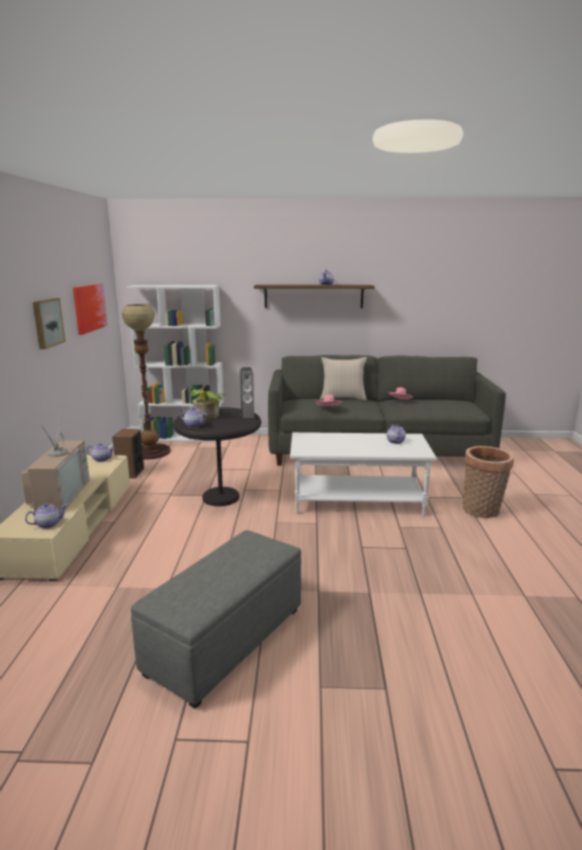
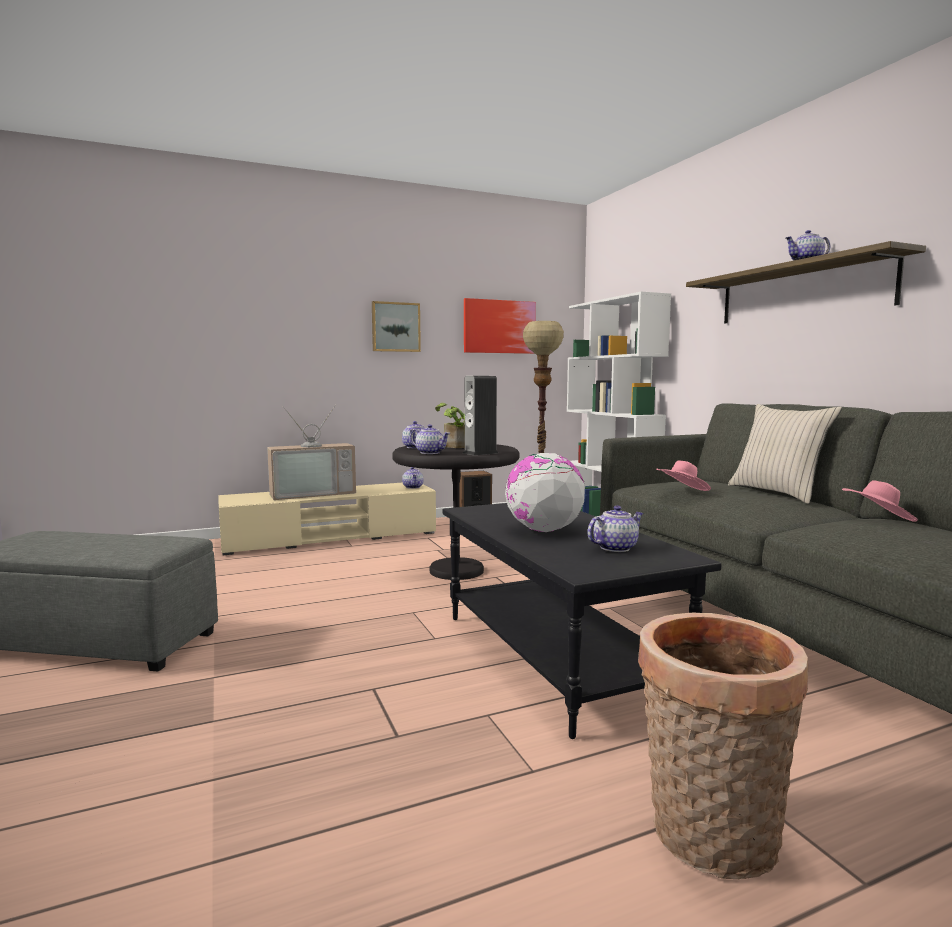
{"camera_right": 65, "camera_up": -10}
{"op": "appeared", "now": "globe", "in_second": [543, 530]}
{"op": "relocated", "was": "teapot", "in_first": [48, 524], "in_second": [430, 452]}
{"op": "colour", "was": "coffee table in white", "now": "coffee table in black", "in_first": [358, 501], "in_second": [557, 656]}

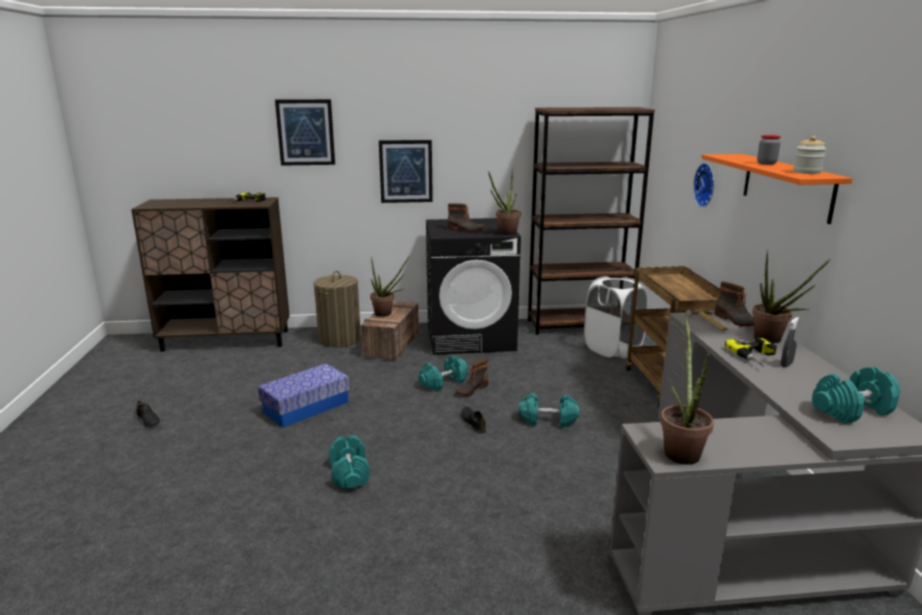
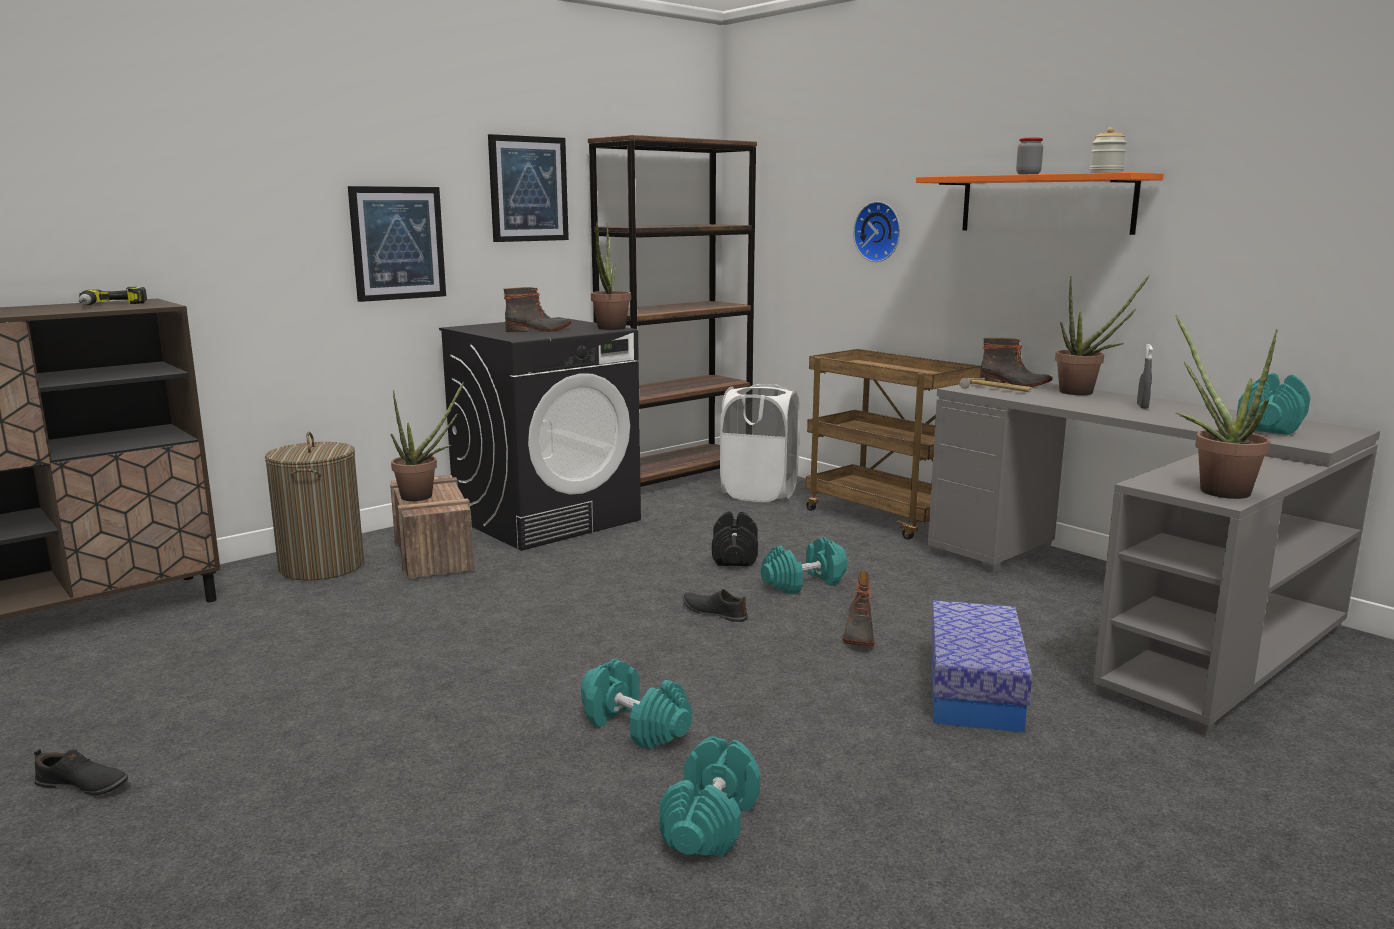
{"camera_right": -35, "camera_up": -5}
{"op": "missing", "was": "power drill", "in_first": [757, 357]}
{"op": "appeared", "now": "dumbbell in black", "in_second": [735, 556]}
{"op": "relocated", "was": "storage box", "in_first": [306, 407], "in_second": [973, 689]}
{"op": "relocated", "was": "picture", "in_first": [305, 132], "in_second": [528, 189]}
{"op": "relocated", "was": "dumbbell in turquoise", "in_first": [443, 383], "in_second": [711, 822]}
{"op": "relocated", "was": "boot", "in_first": [471, 389], "in_second": [858, 635]}

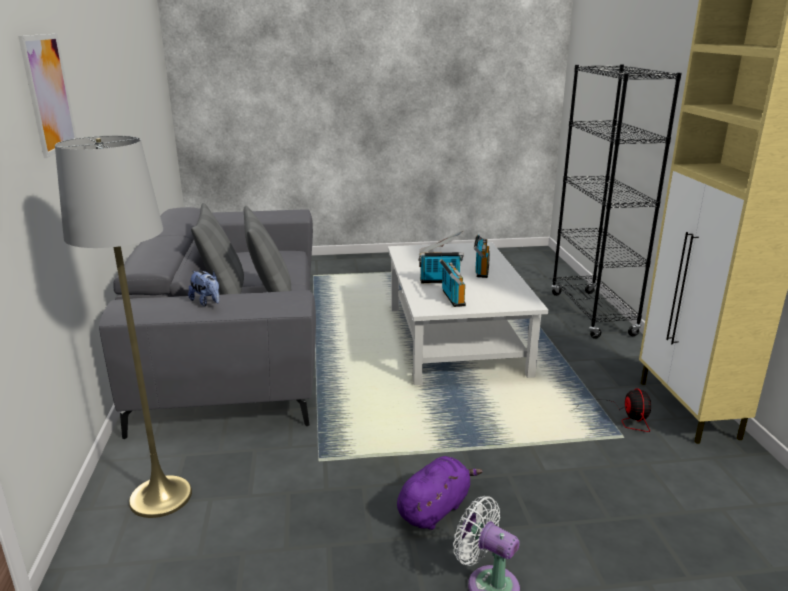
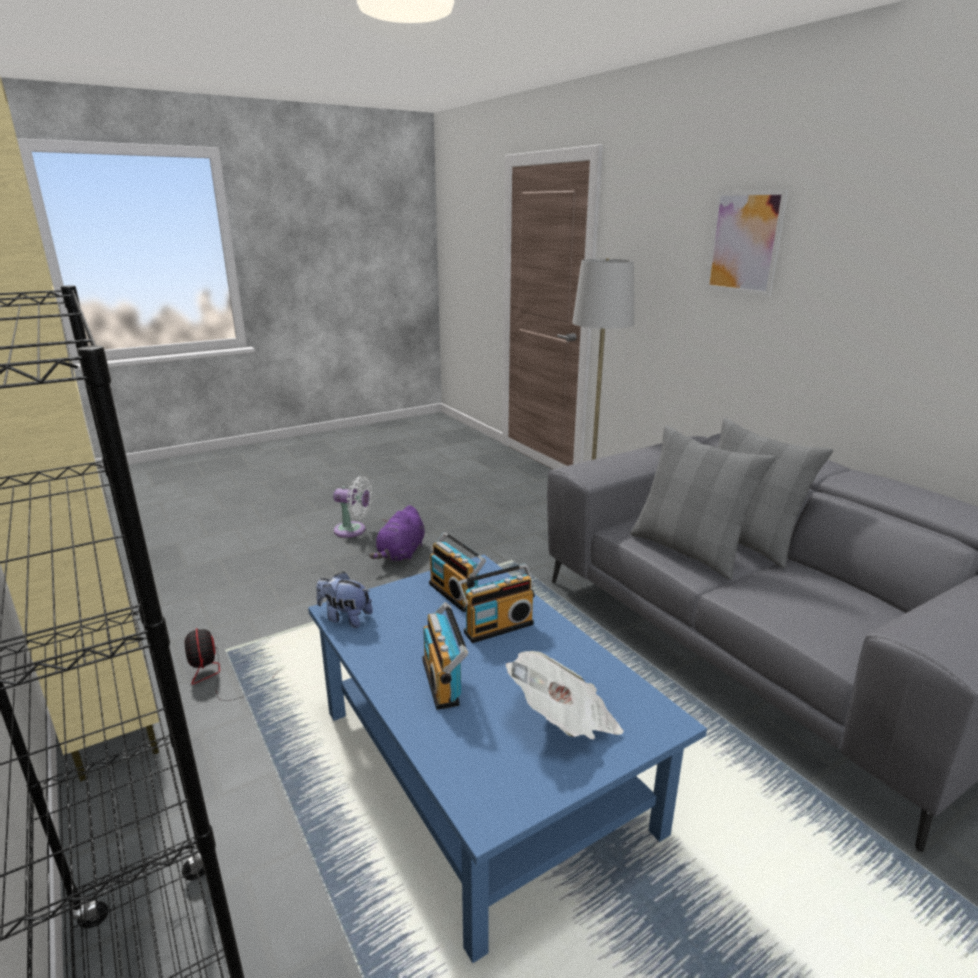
{"camera_right": 155, "camera_up": 0}
{"op": "relocated", "was": "plush toy", "in_first": [207, 302], "in_second": [345, 618]}
{"op": "colour", "was": "coffee table in white", "now": "coffee table in blue", "in_first": [454, 339], "in_second": [483, 767]}

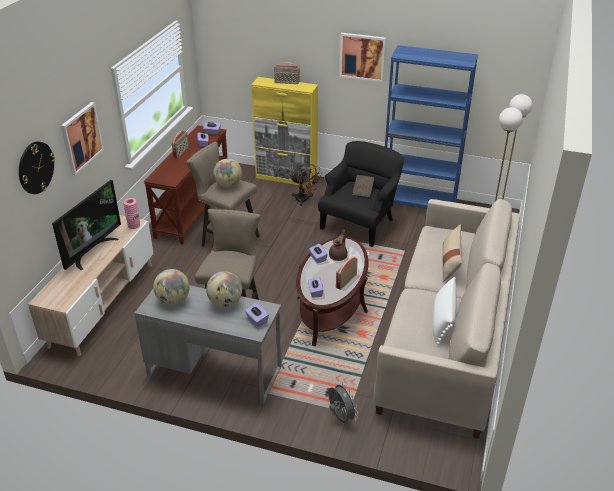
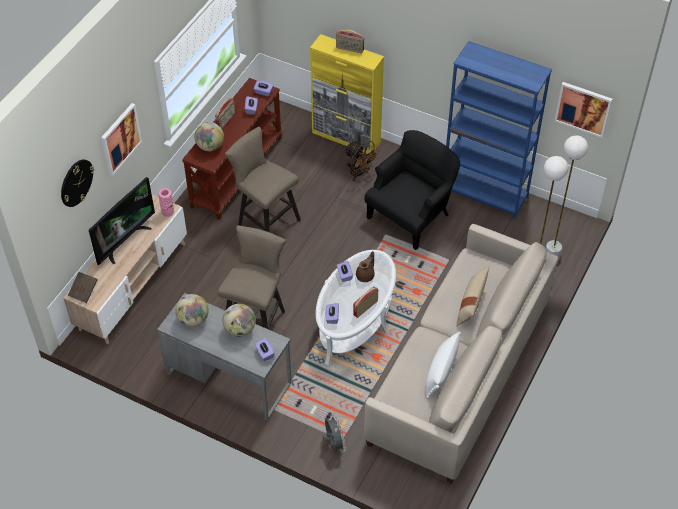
{"camera_right": 10, "camera_up": 15}
{"op": "relocated", "was": "globe", "in_first": [228, 185], "in_second": [210, 146]}
{"op": "relocated", "was": "picture", "in_first": [362, 57], "in_second": [583, 109]}
{"op": "relocated", "was": "book in brown", "in_first": [363, 191], "in_second": [84, 291]}
{"op": "colour", "was": "coffee table in brown", "now": "coffee table in white", "in_first": [332, 305], "in_second": [355, 319]}

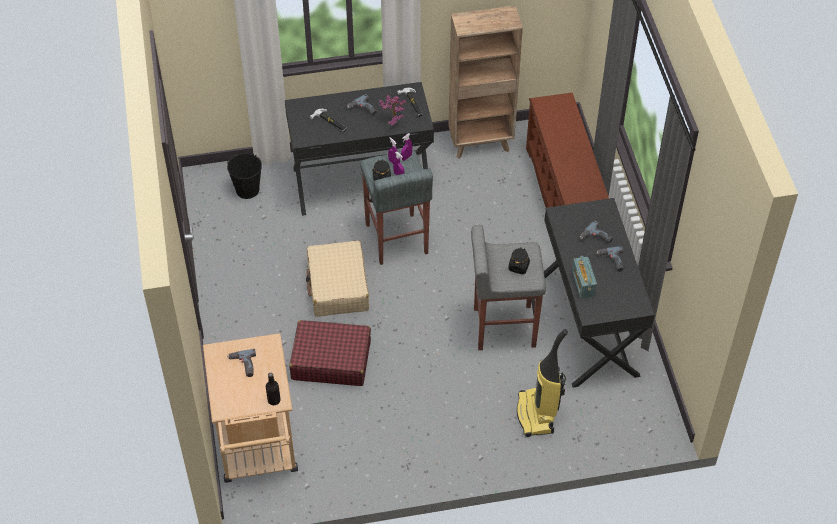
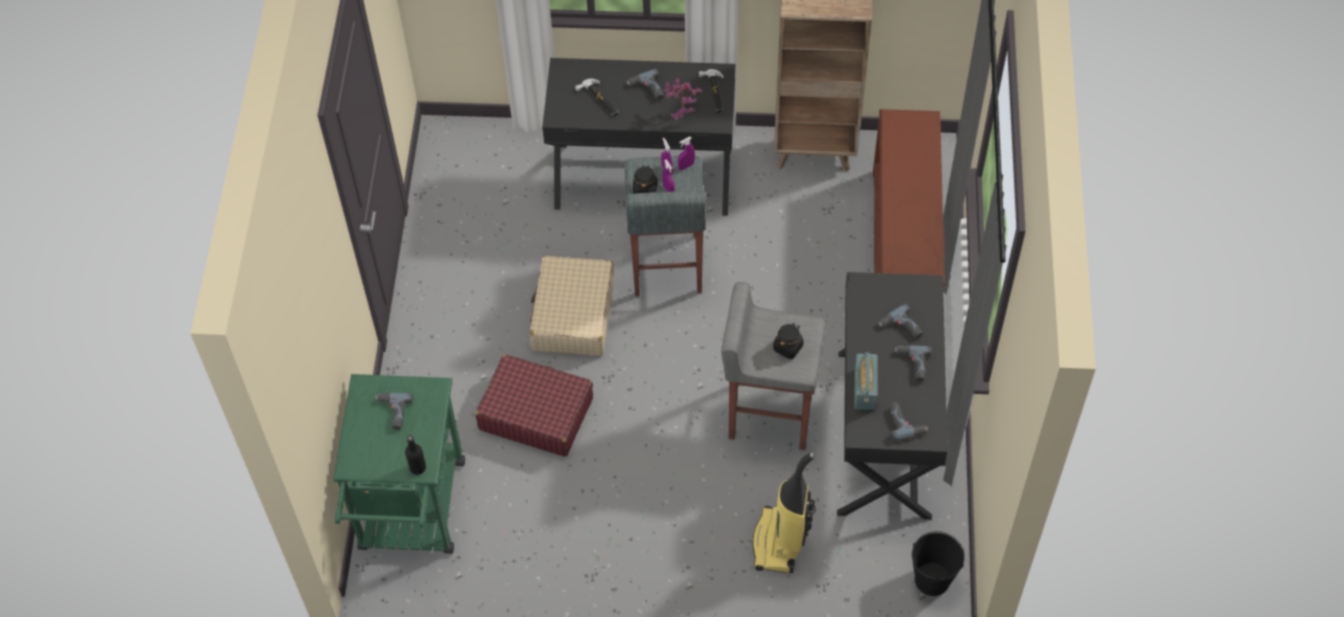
{"camera_right": 15, "camera_up": 5}
{"op": "appeared", "now": "power drill", "in_second": [905, 422]}
{"op": "relocated", "was": "bucket in black", "in_first": [247, 190], "in_second": [932, 580]}
{"op": "colour", "was": "cart in beige", "now": "cart in green", "in_first": [258, 450], "in_second": [411, 515]}

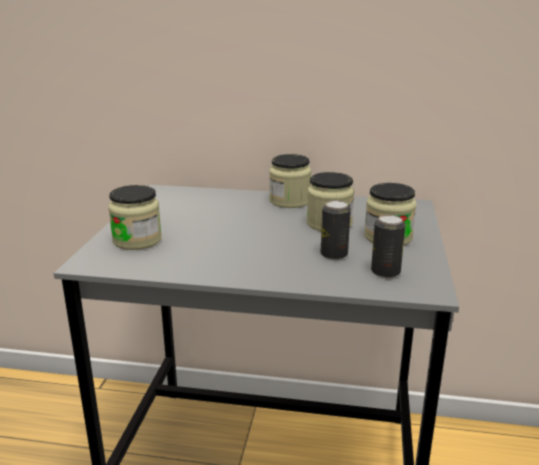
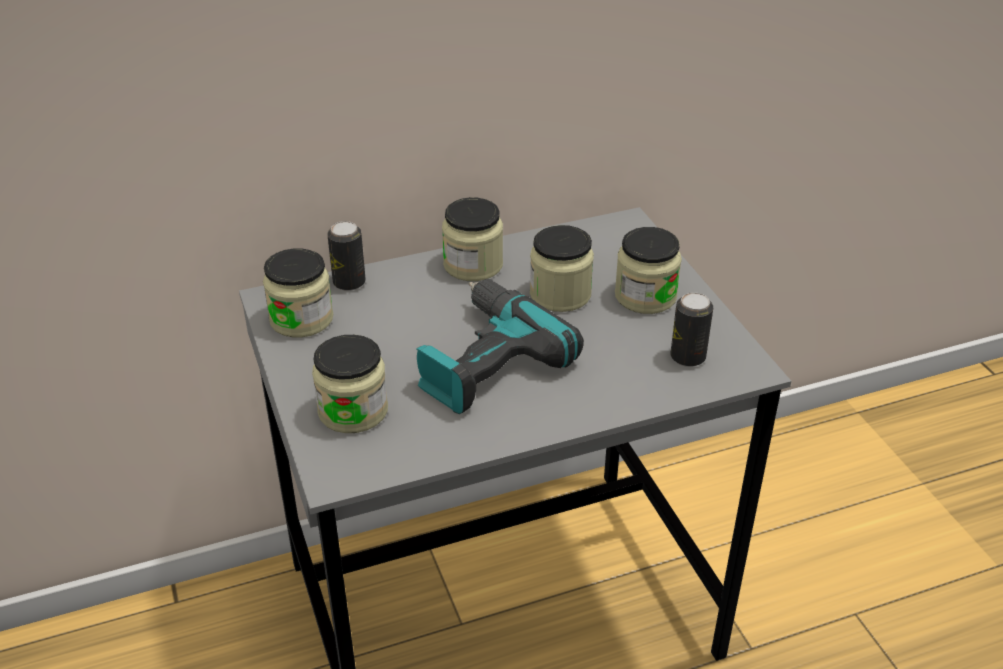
{"camera_right": -30, "camera_up": 15}
{"op": "appeared", "now": "jar", "in_second": [301, 319]}
{"op": "appeared", "now": "power drill", "in_second": [484, 360]}
{"op": "relocated", "was": "can", "in_first": [334, 255], "in_second": [349, 282]}

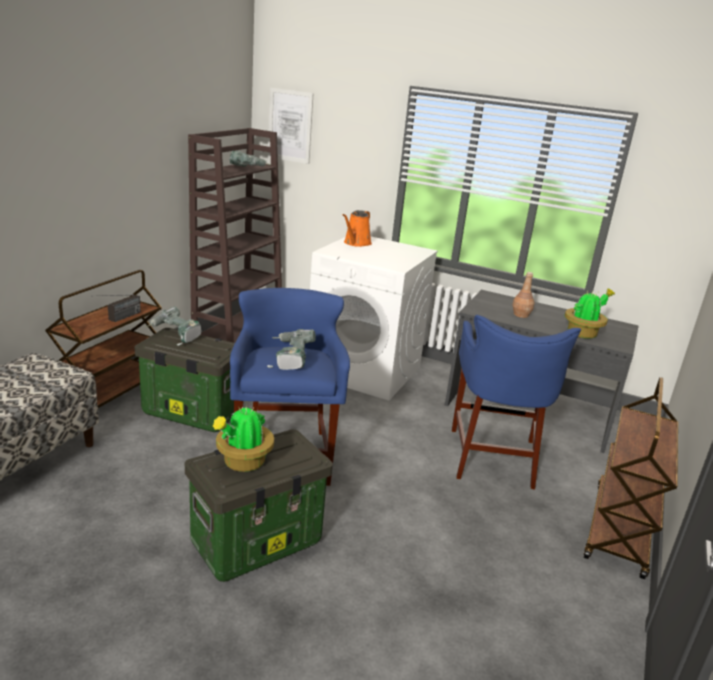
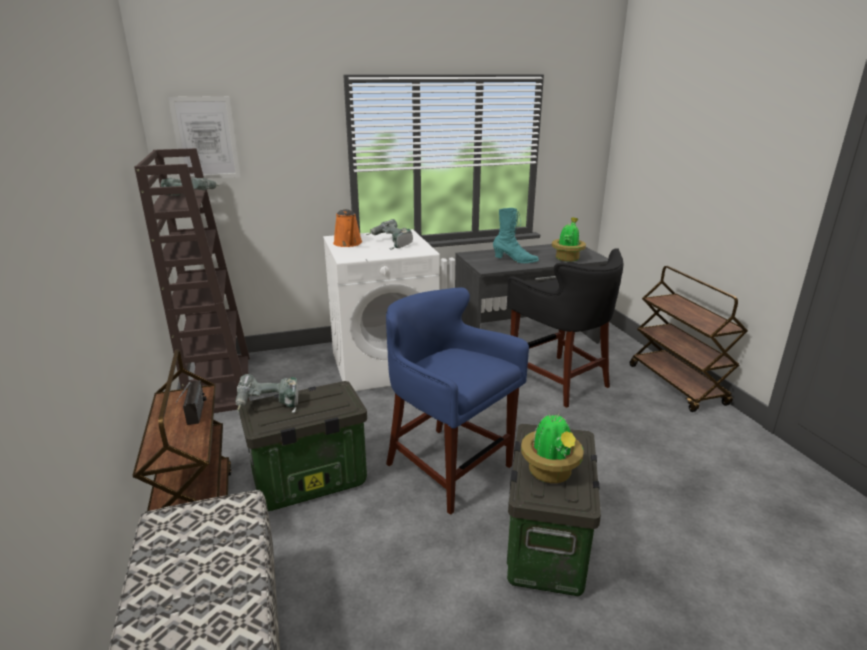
{"camera_right": -40, "camera_up": 0}
{"op": "relocated", "was": "power drill", "in_first": [289, 359], "in_second": [390, 243]}
{"op": "exchanged", "was": "bottle in brown", "now": "boot in turquoise", "in_first": [521, 315], "in_second": [515, 260]}
{"op": "colour", "was": "stool in blue", "now": "stool in black", "in_first": [493, 457], "in_second": [559, 380]}

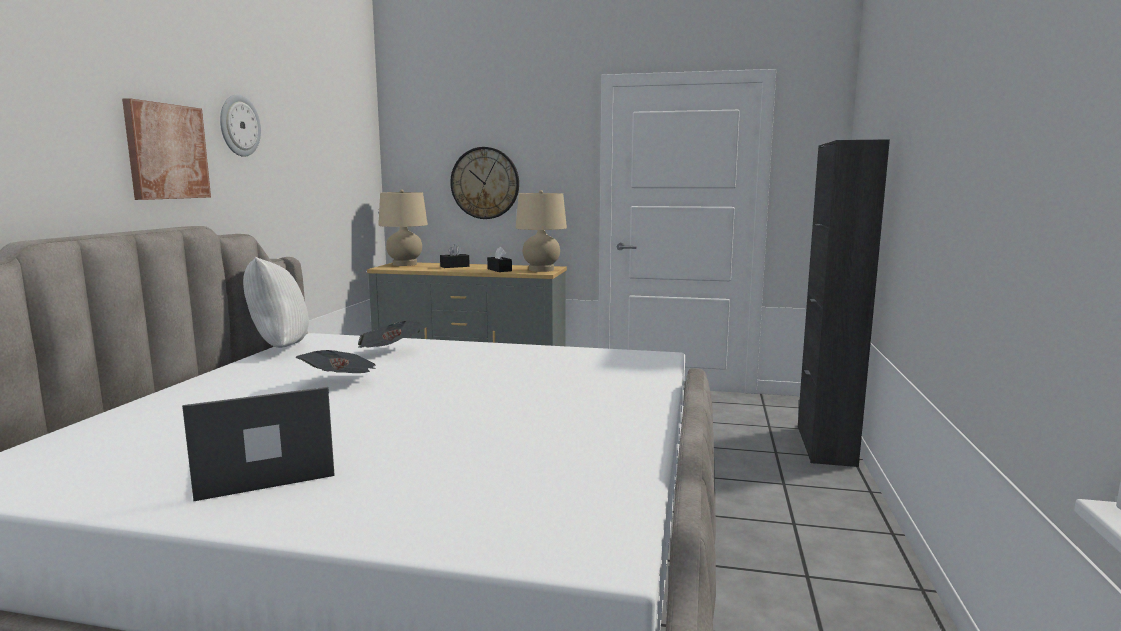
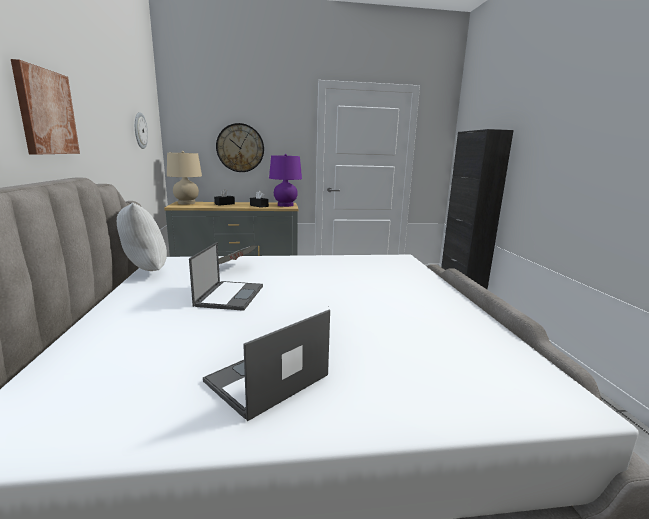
{"camera_right": -20, "camera_up": 5}
{"op": "relocated", "was": "wall clock", "in_first": [239, 126], "in_second": [140, 130]}
{"op": "exchanged", "was": "newspaper", "now": "laptop", "in_first": [341, 383], "in_second": [230, 295]}
{"op": "colour", "was": "table lamp in beige", "now": "table lamp in purple", "in_first": [541, 270], "in_second": [285, 205]}

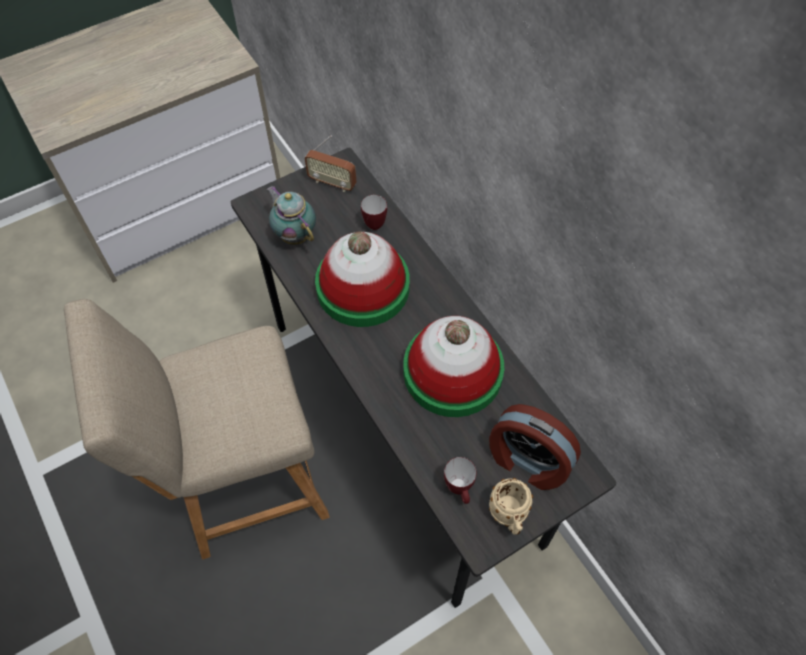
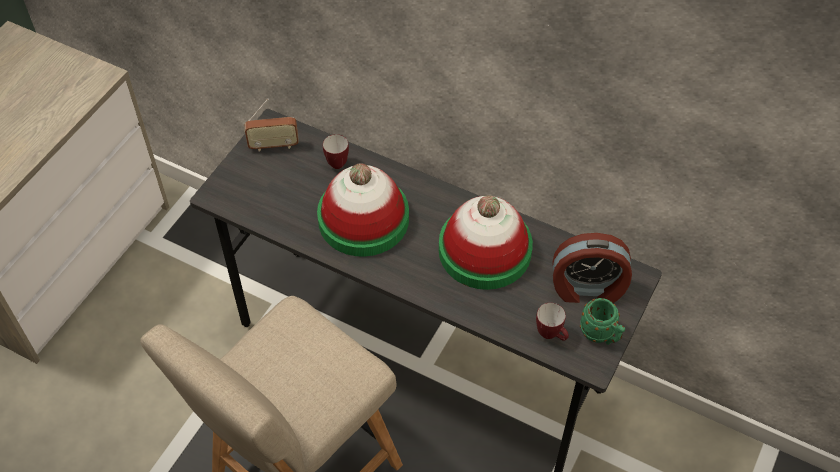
{"camera_right": -30, "camera_up": -5}
{"op": "missing", "was": "teapot", "in_first": [294, 234]}
{"op": "colour", "was": "mug in beige", "now": "mug in green", "in_first": [509, 517], "in_second": [601, 335]}

